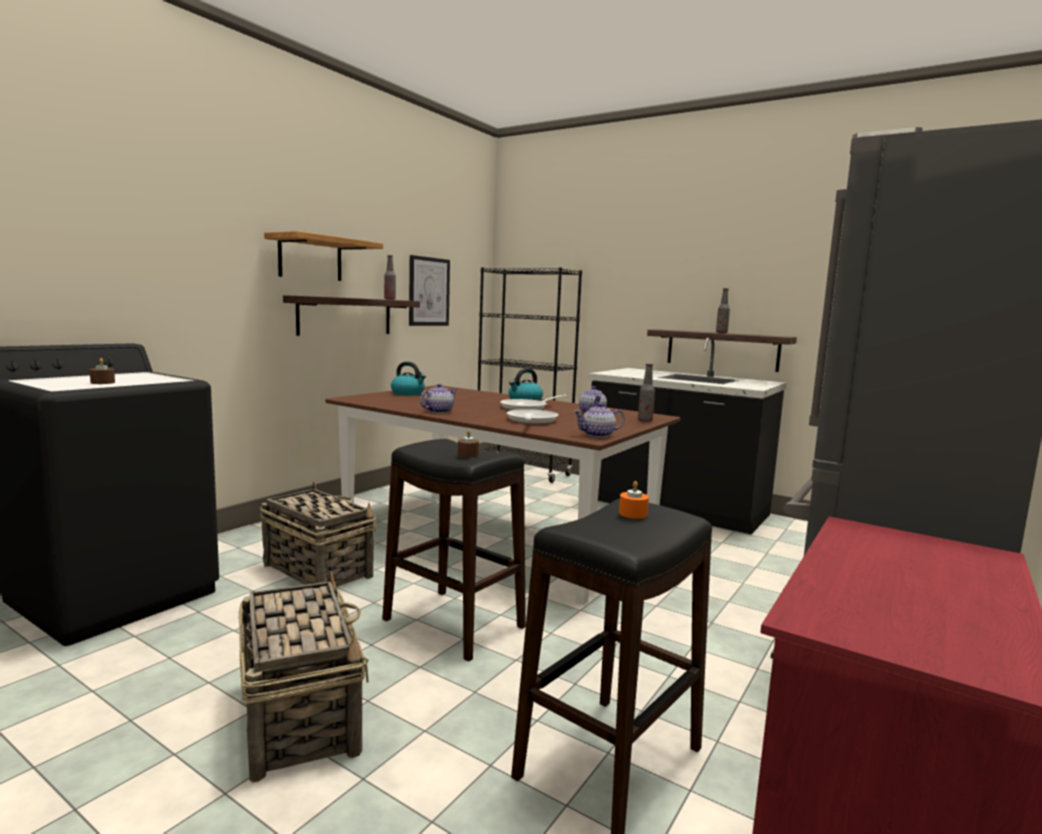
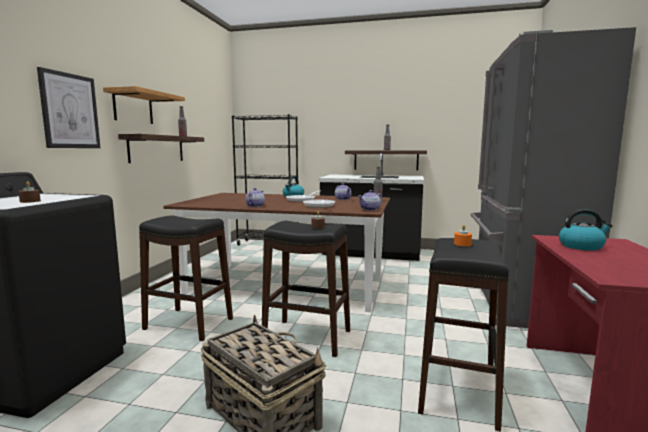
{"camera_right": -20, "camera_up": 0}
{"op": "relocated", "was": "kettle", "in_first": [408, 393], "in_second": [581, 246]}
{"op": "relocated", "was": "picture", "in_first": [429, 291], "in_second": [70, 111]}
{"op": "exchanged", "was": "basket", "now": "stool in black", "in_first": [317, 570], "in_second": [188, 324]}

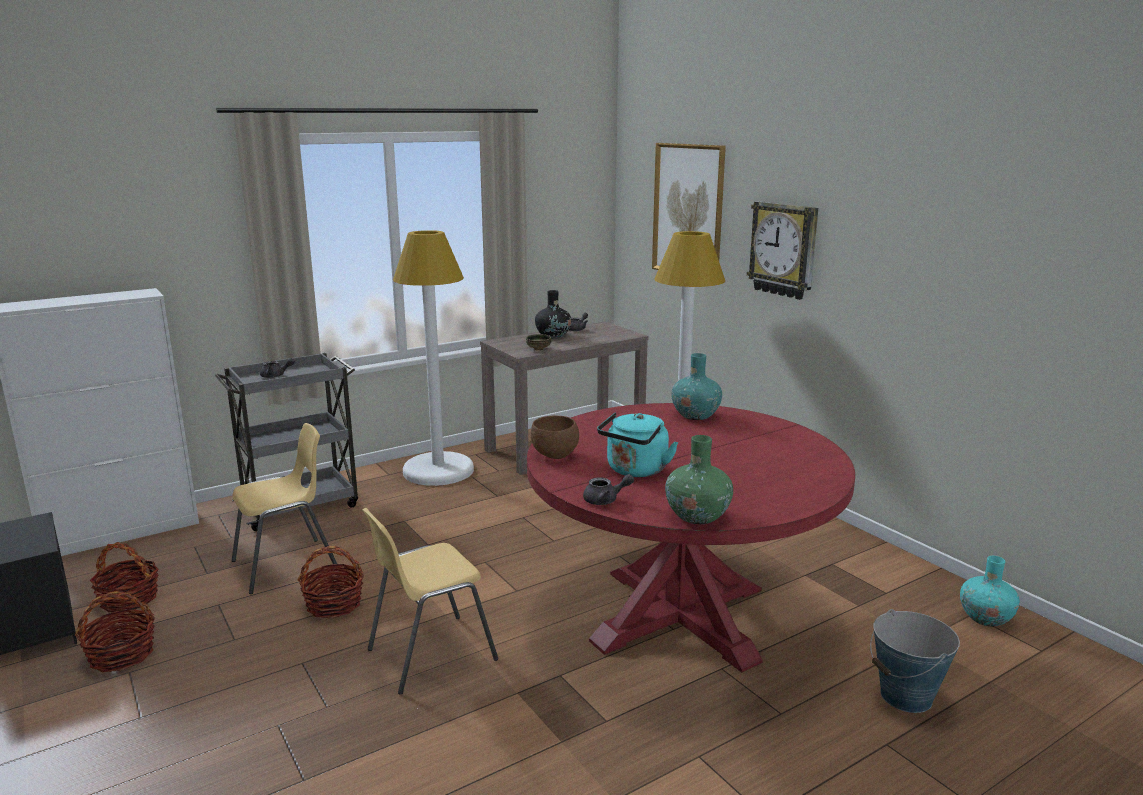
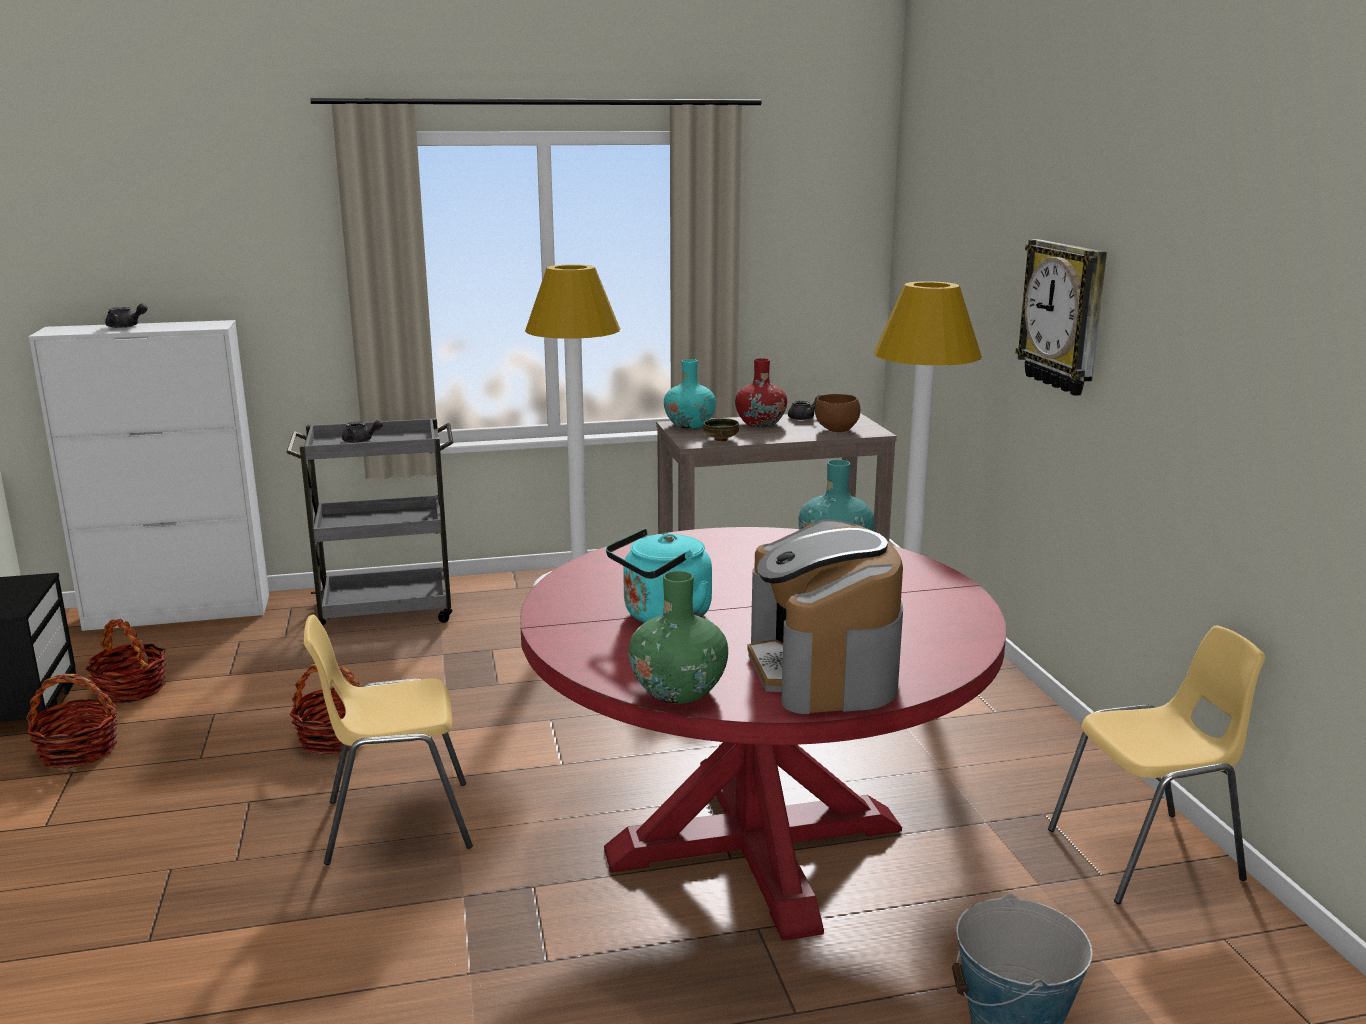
{"camera_right": 20, "camera_up": 0}
{"op": "missing", "was": "picture", "in_first": [688, 211]}
{"op": "appeared", "now": "coffee machine", "in_second": [823, 669]}
{"op": "relocated", "was": "chair in yellow", "in_first": [286, 565], "in_second": [1147, 856]}
{"op": "relocated", "was": "bowl in brown", "in_first": [555, 455], "in_second": [837, 430]}
{"op": "relocated", "was": "teapot in grey", "in_first": [605, 500], "in_second": [126, 327]}
{"op": "relocated", "was": "vase in turquoise", "in_first": [985, 618], "in_second": [689, 425]}
{"op": "colour", "was": "vase in black", "now": "vase in red", "in_first": [553, 336], "in_second": [760, 423]}

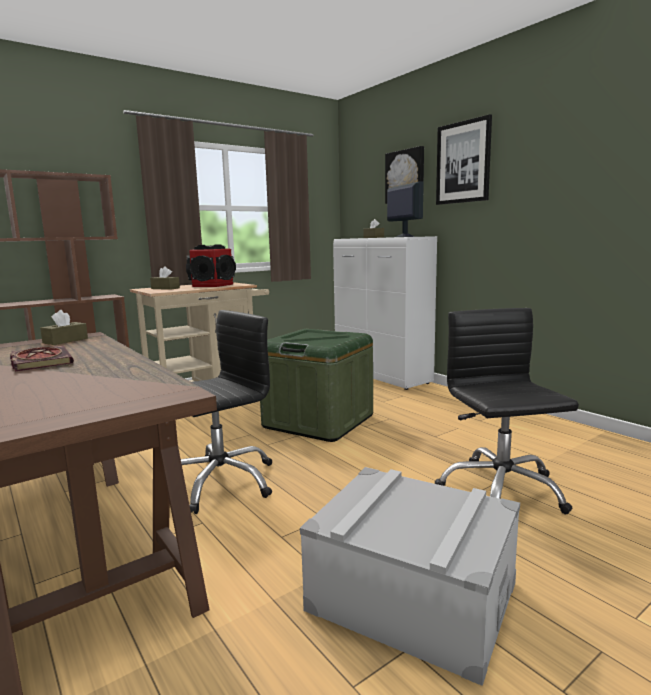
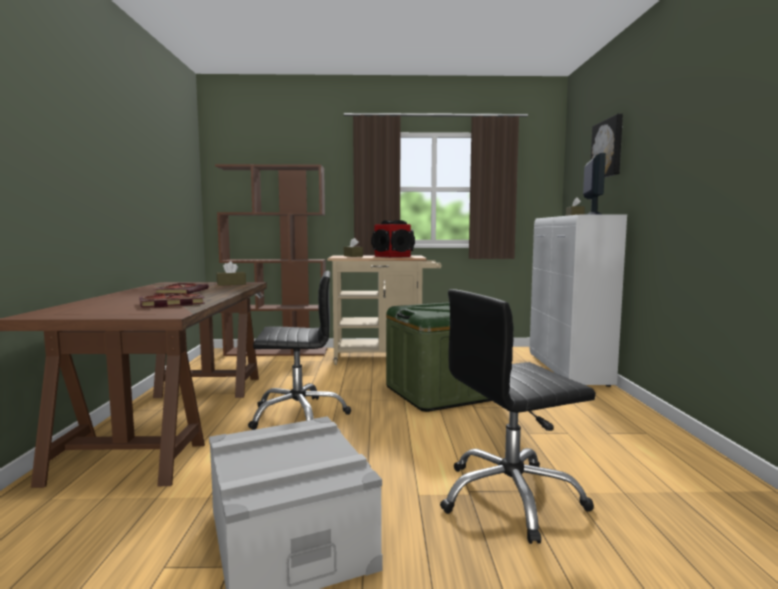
{"camera_right": 35, "camera_up": -5}
{"op": "missing", "was": "picture", "in_first": [463, 162]}
{"op": "appeared", "now": "book", "in_second": [170, 303]}
{"op": "spun", "was": "office chair in black", "in_first": [500, 490], "in_second": [510, 498], "clockwise": -135}

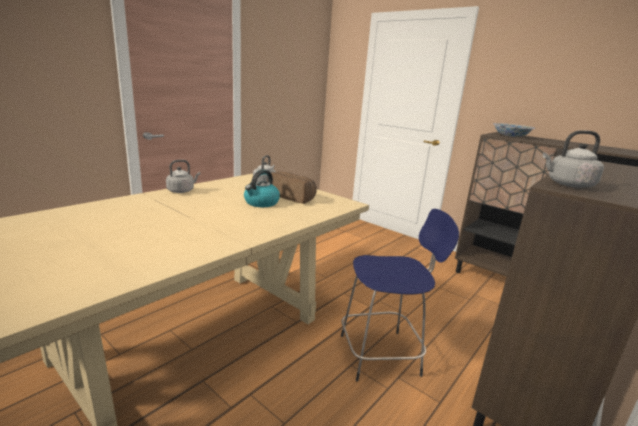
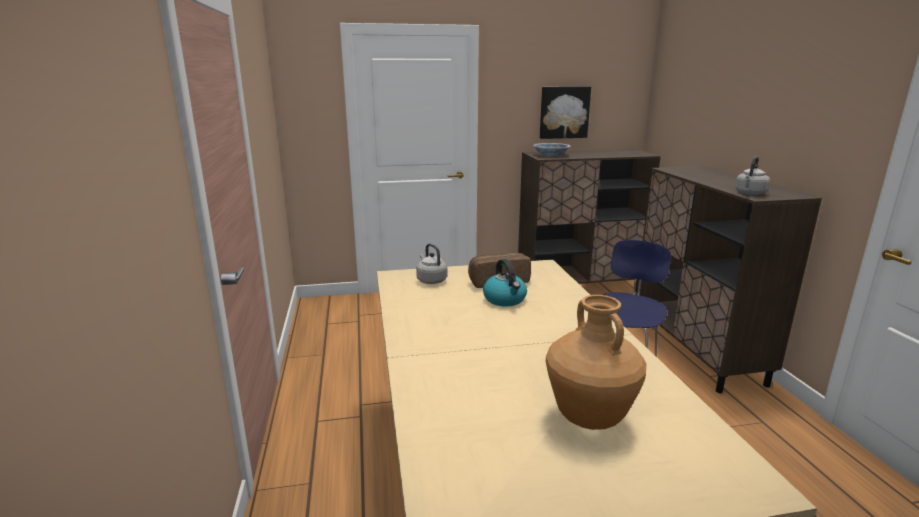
{"camera_right": -50, "camera_up": 0}
{"op": "missing", "was": "kettle in grey", "in_first": [182, 191]}
{"op": "appeared", "now": "picture", "in_second": [564, 112]}
{"op": "appeared", "now": "vase in brown", "in_second": [590, 418]}

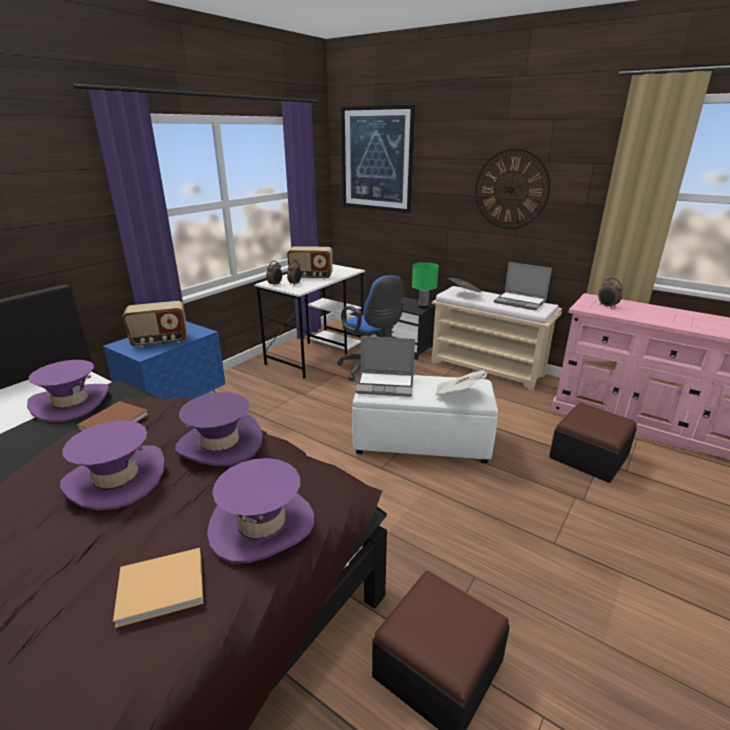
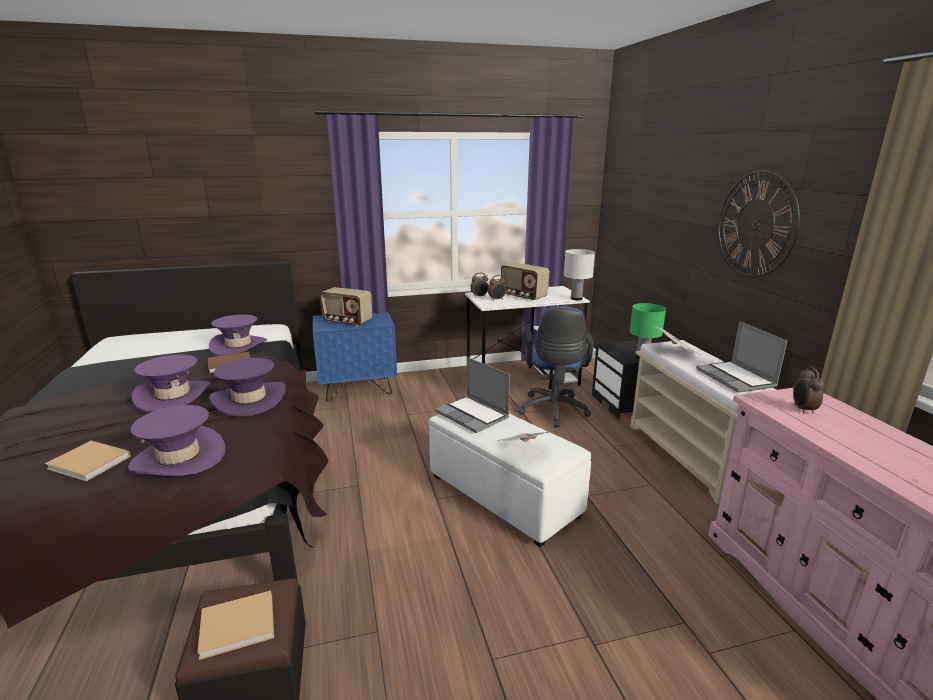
{"camera_right": 40, "camera_up": -5}
{"op": "missing", "was": "picture", "in_first": [376, 159]}
{"op": "missing", "was": "ottoman", "in_first": [588, 456]}
{"op": "appeared", "now": "book in beige", "in_second": [240, 625]}
{"op": "appeared", "now": "table lamp in white", "in_second": [576, 298]}

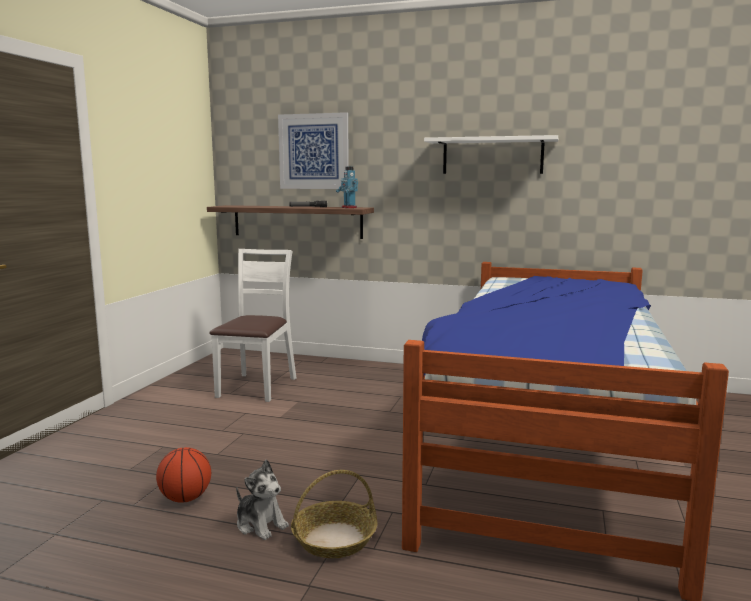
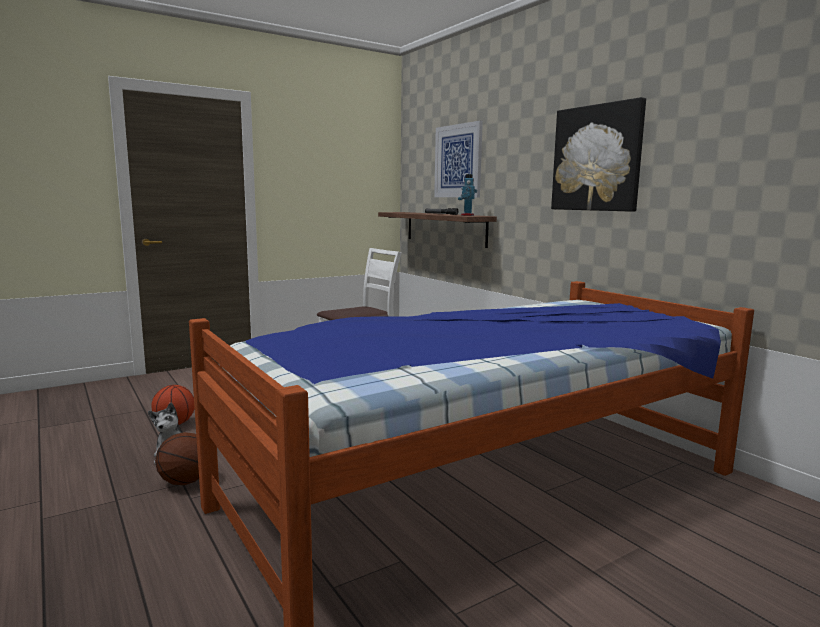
{"camera_right": 40, "camera_up": 0}
{"op": "exchanged", "was": "basket", "now": "basketball", "in_first": [334, 539], "in_second": [185, 481]}
{"op": "exchanged", "was": "shelf in white", "now": "picture", "in_first": [492, 156], "in_second": [597, 158]}

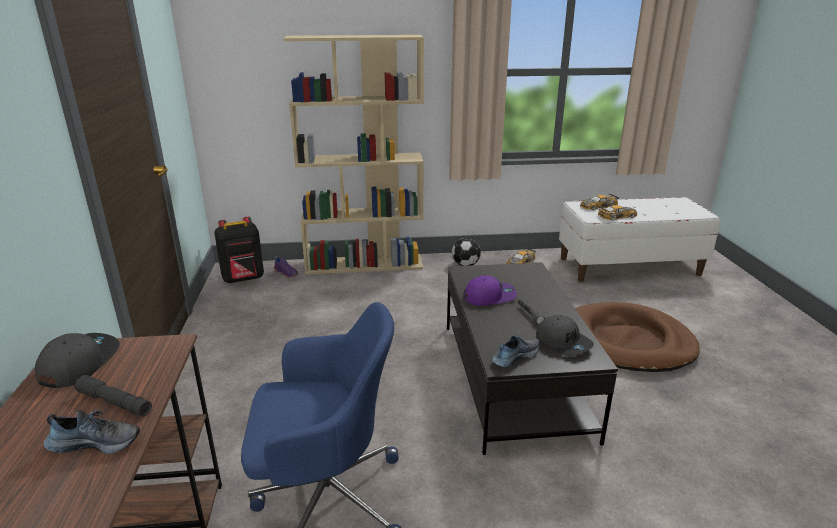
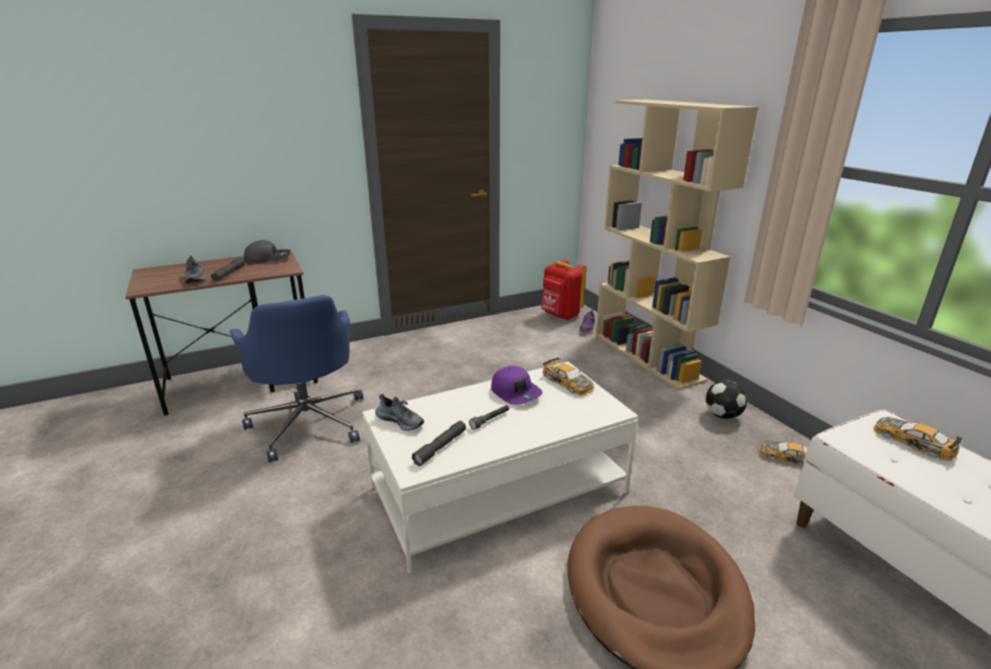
{"camera_right": 70, "camera_up": 0}
{"op": "relocated", "was": "toy car", "in_first": [617, 216], "in_second": [568, 382]}
{"op": "exchanged", "was": "cap in grey", "now": "flashlight in grey", "in_first": [563, 342], "in_second": [440, 447]}
{"op": "colour", "was": "backpack in black", "now": "backpack in red", "in_first": [243, 279], "in_second": [560, 315]}
{"op": "colour", "was": "coffee table in black", "now": "coffee table in white", "in_first": [513, 378], "in_second": [499, 489]}

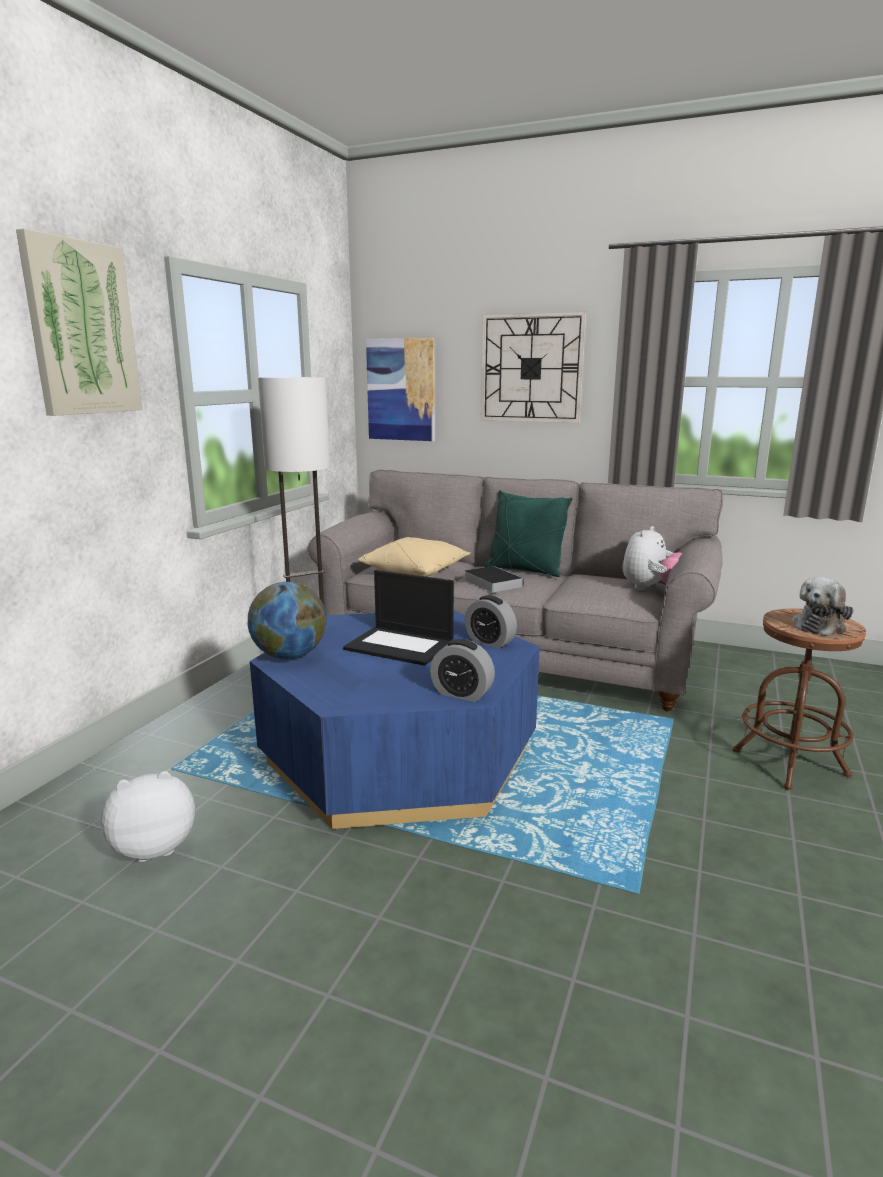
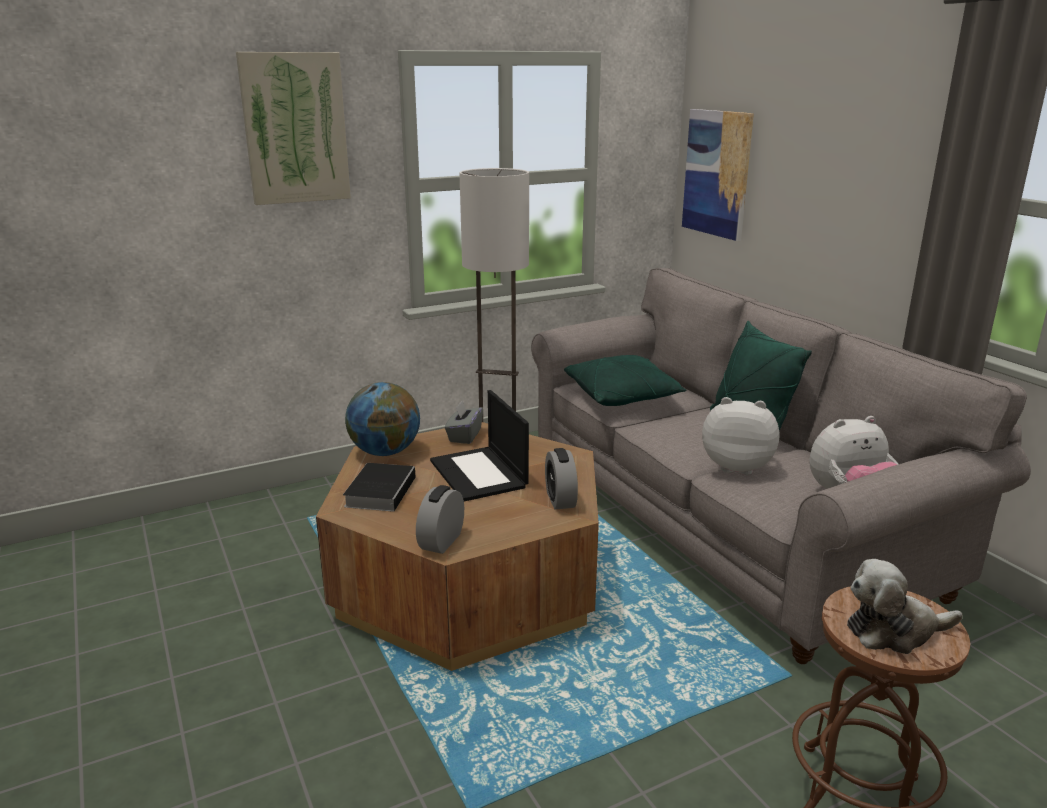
{"camera_right": 40, "camera_up": 5}
{"op": "missing", "was": "wall clock", "in_first": [531, 368]}
{"op": "appeared", "now": "tissue box in grey", "in_second": [464, 436]}
{"op": "relocated", "was": "plush toy", "in_first": [154, 847], "in_second": [736, 466]}
{"op": "relocated", "was": "book", "in_first": [491, 583], "in_second": [381, 490]}
{"op": "colour", "was": "coffee table in blue", "now": "coffee table in brown", "in_first": [400, 754], "in_second": [468, 581]}
{"op": "colour", "was": "pillow in beige", "now": "pillow in green", "in_first": [415, 571], "in_second": [622, 396]}
{"op": "spun", "was": "alarm clock", "in_first": [462, 694], "in_second": [441, 541], "clockwise": 45}

